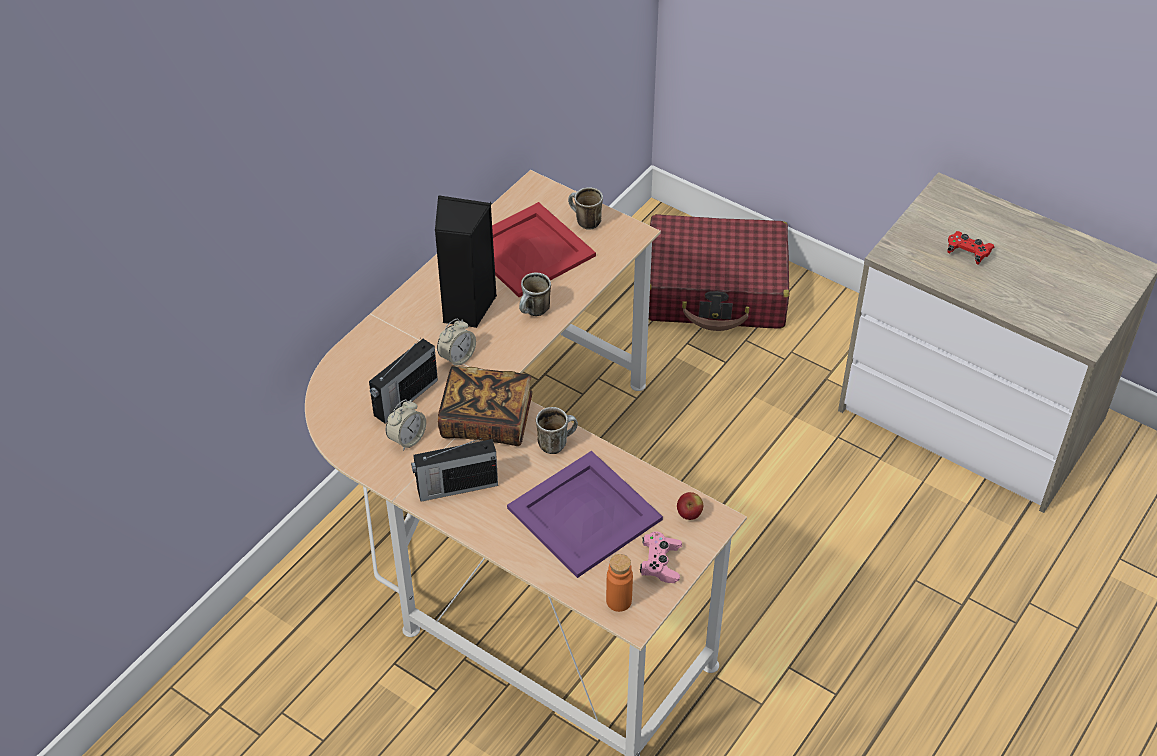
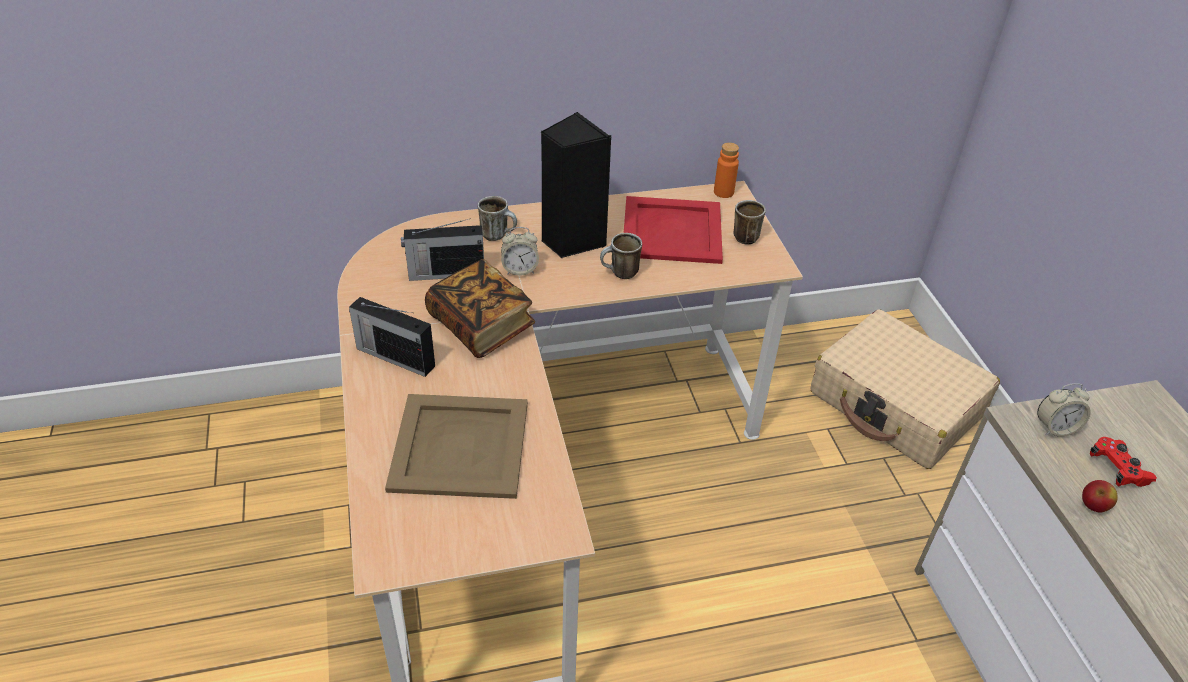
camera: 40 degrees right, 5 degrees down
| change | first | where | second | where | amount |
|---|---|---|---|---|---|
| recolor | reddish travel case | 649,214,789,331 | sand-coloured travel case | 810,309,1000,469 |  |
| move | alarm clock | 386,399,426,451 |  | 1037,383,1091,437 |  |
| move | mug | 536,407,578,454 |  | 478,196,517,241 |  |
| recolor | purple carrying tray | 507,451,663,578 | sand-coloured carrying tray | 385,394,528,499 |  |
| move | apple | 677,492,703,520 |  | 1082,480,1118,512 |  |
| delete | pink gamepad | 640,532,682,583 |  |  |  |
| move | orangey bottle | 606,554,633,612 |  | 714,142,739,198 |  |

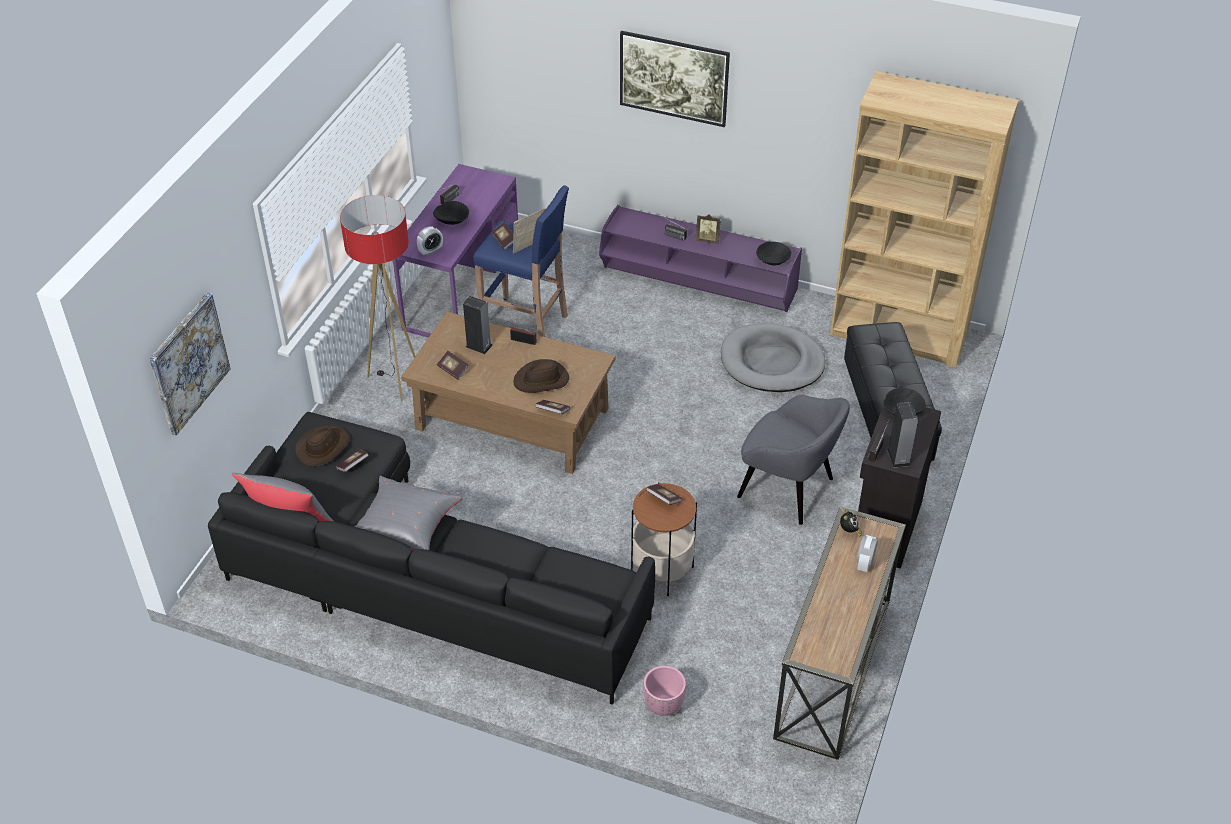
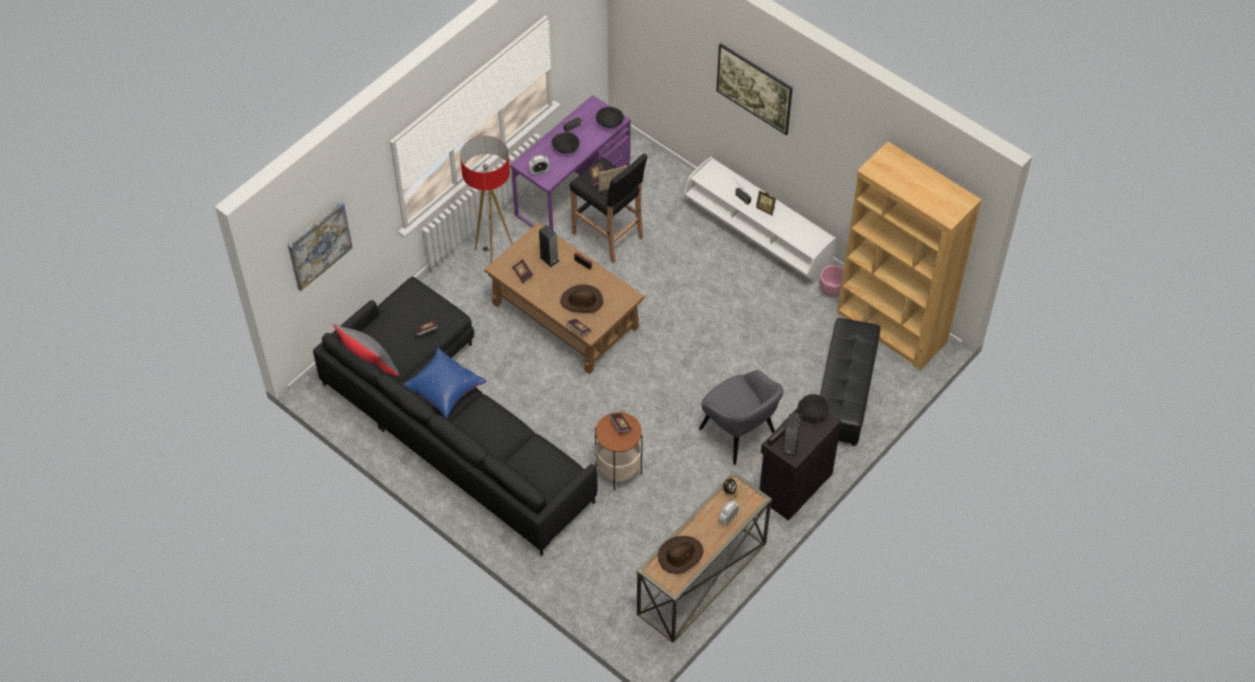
camera: 20 degrees right, 10 degrees up
| change | first | where | second | where | amount |
|---|---|---|---|---|---|
| recolor | blue stool | 473,185,569,337 | black stool | 570,153,648,263 |  |
| recolor | purple media console | 599,205,802,312 | white media console | 684,156,836,283 |  |
| move | black bowl | 756,242,792,266 |  | 596,107,624,128 |  |
| delete | grey dog cushion | 721,323,825,392 |  |  |  |
| move | brownish wearable hat | 295,426,349,467 |  | 658,536,703,574 |  |
| recolor | grey throw pillow | 355,476,462,550 | blue throw pillow | 403,348,487,418 |  |
| move | pink planter | 643,666,686,716 |  | 820,265,844,297 |  |

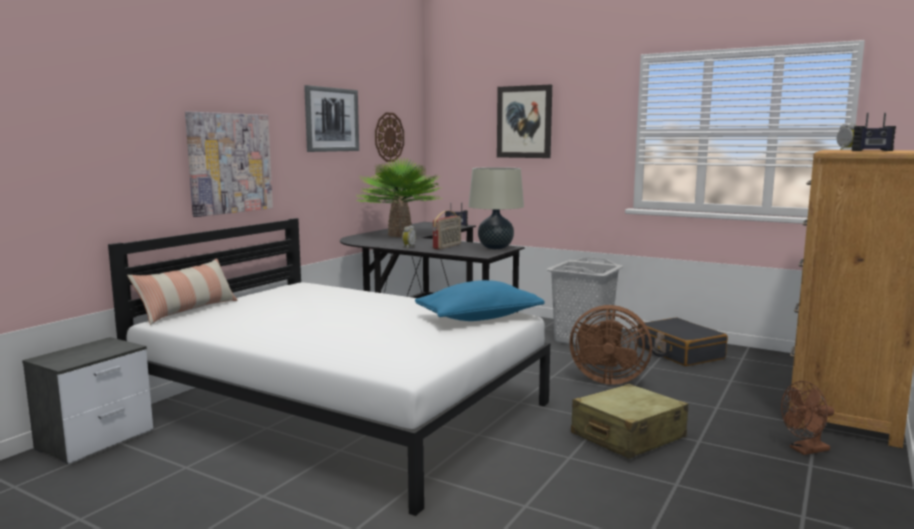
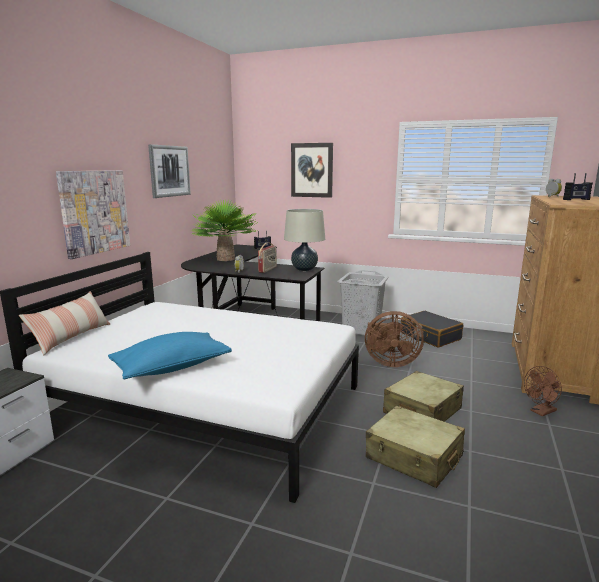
camera: 10 degrees left, 5 degrees up
| change | first | where | second | where | amount |
|---|---|---|---|---|---|
| delete | hanging clock | 375,112,404,162 |  |  |  |
| move | blue throw pillow | 415,280,545,321 |  | 108,332,232,379 |  |
| insert |  |  | sand-coloured travel case | 366,406,465,488 |  |

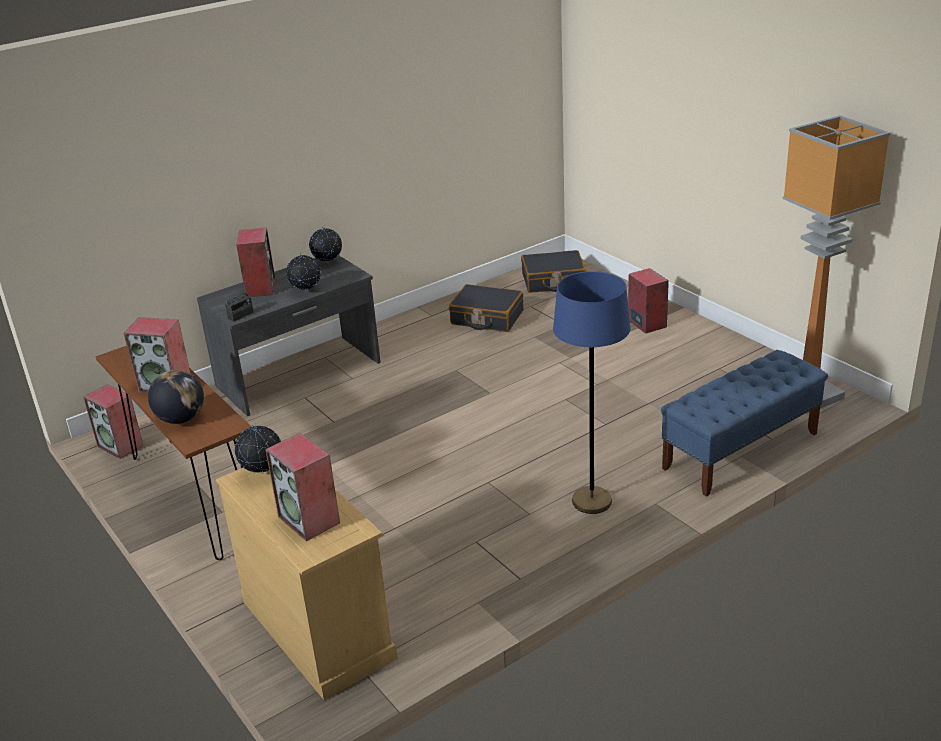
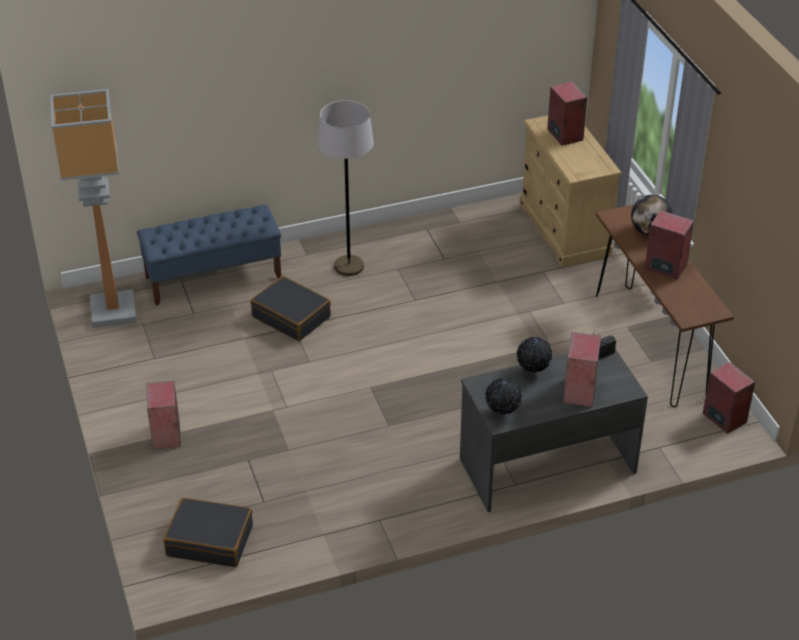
camera: 165 degrees left, 10 degrees up
| change | first | where | second | where | amount |
|---|---|---|---|---|---|
| recolor | blue standard lamp | 553,271,631,514 | grey standard lamp | 318,100,374,276 |  |
| move | black travel case | 449,284,524,332 |  | 251,276,331,341 |  |
| delete | desk globe | 235,425,281,474 |  |  |  |

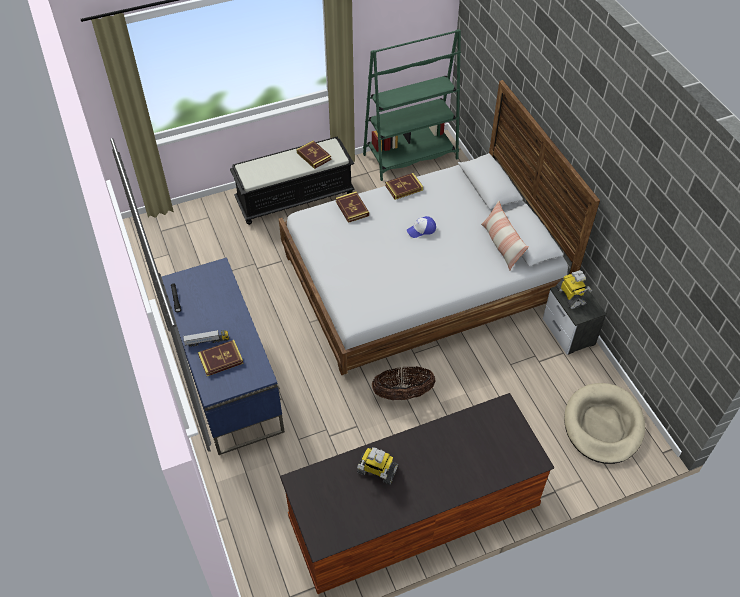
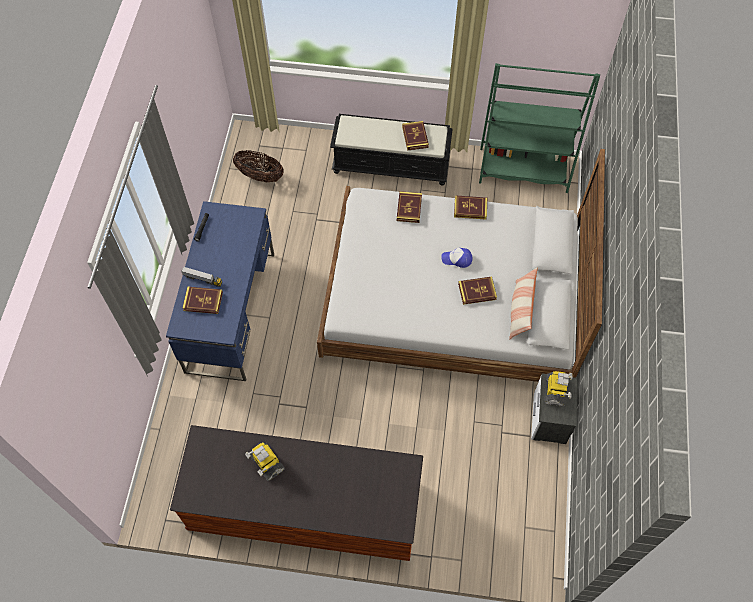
camera: 30 degrees right, 10 degrees up
| change | first | where | second | where | amount |
|---|---|---|---|---|---|
| move | household basket | 372,367,435,400 |  | 233,150,284,182 |  |
| delete | sand-coloured dog cushion | 564,383,645,464 |  |  |  |
| insert |  |  | book | 458,276,497,305 |  |

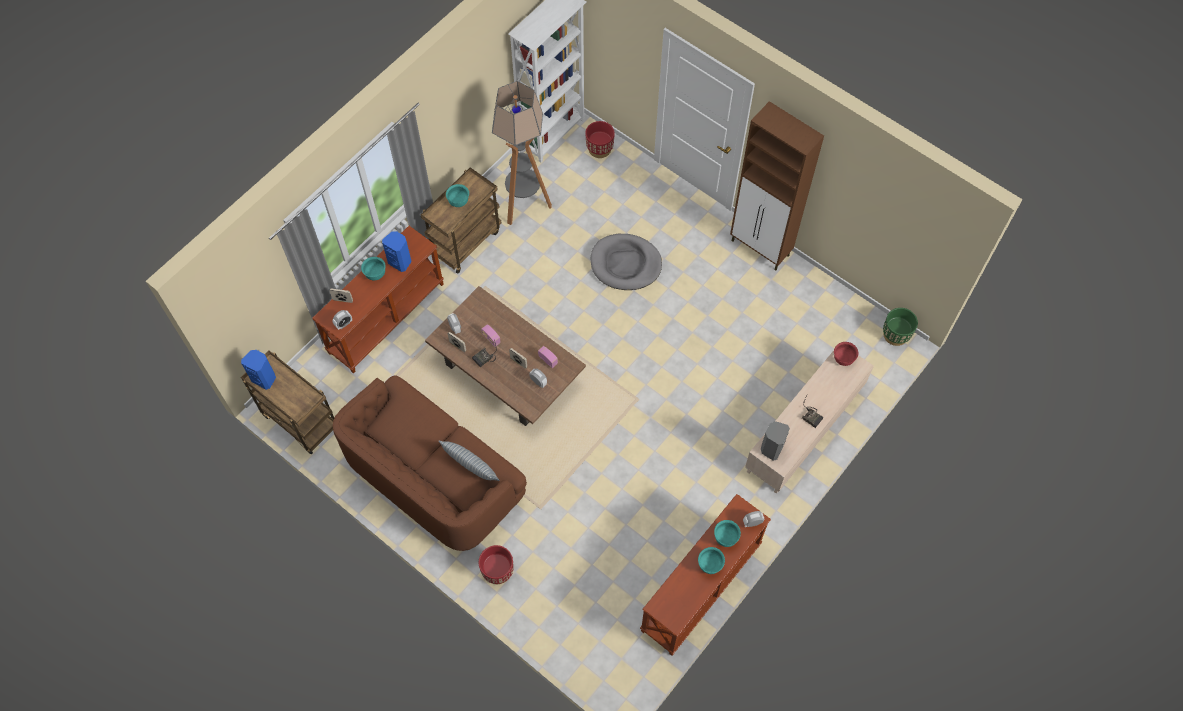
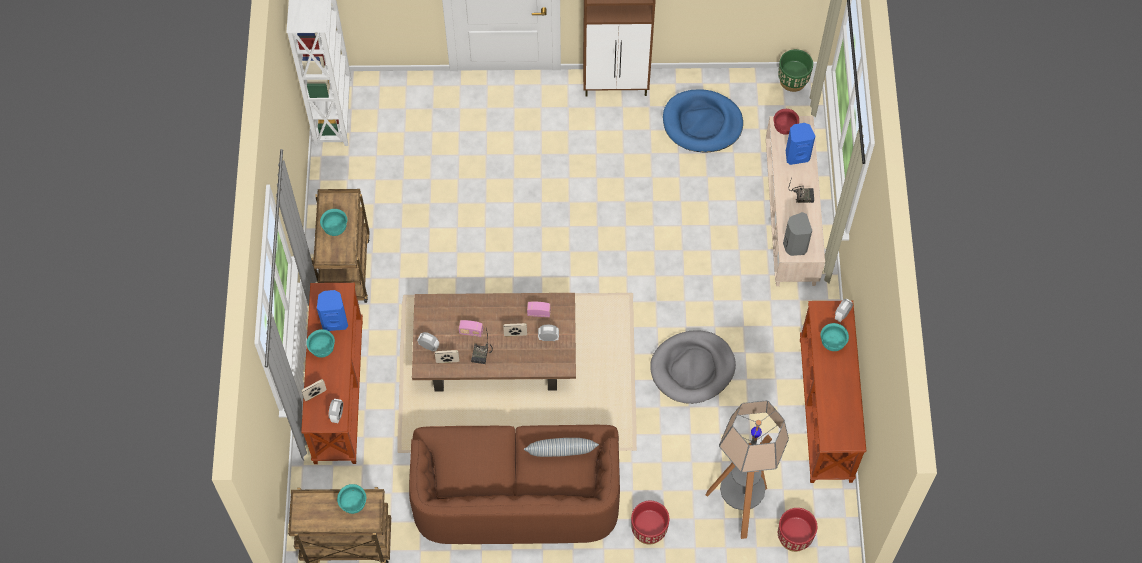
camera: 40 degrees left, 0 degrees up
| change | first | where | second | where | amount |
|---|---|---|---|---|---|
| move | standard lamp | 492,81,552,225 |  | 706,400,789,539 |  |
| move | reddish planter | 586,121,615,158 |  | 778,508,817,552 |  |
| move | grey dog cushion | 591,234,662,290 |  | 650,331,736,404 |  |
| move | blue loudspeaker | 241,350,276,390 |  | 786,123,815,165 |  |
| move | turquoise-coloured bowl | 698,547,725,574 |  | 337,484,366,514 |  |
| insert |  |  | blue dog cushion | 663,89,743,153 |  |

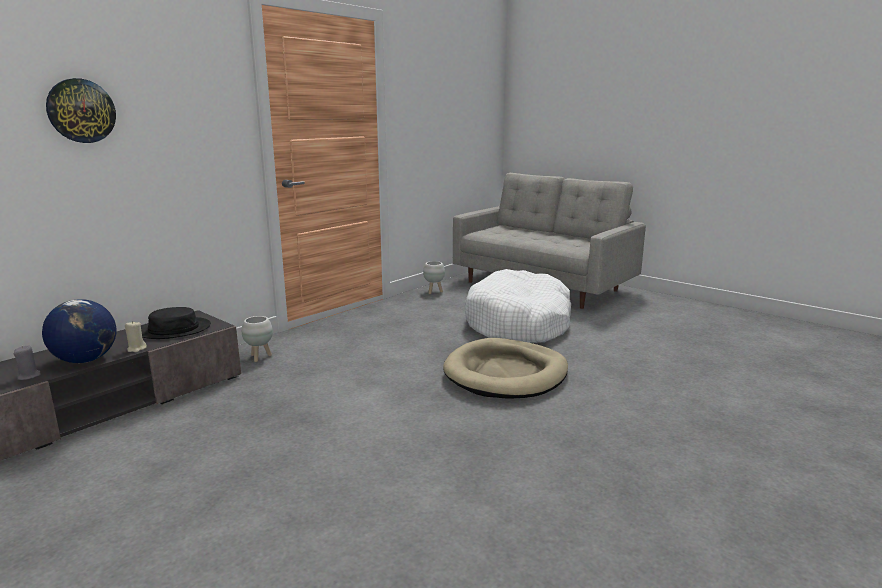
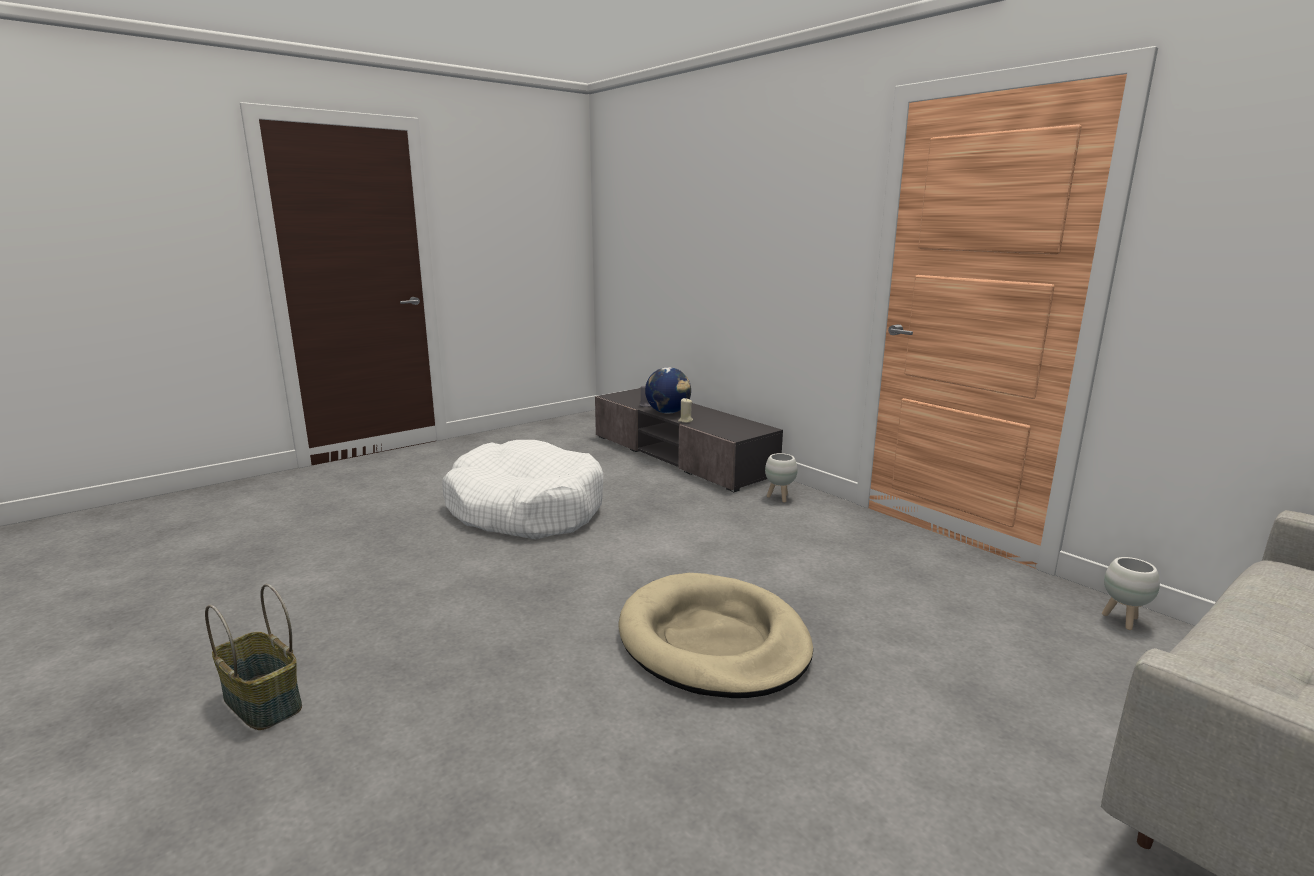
camera: 100 degrees right, 0 degrees up
| change | first | where | second | where | amount |
|---|---|---|---|---|---|
| delete | hanging clock | 46,78,116,143 |  |  |  |
| move | white dog cushion | 464,269,571,343 |  | 442,440,604,539 |  |
| delete | black wearable hat | 141,307,211,339 |  |  |  |
| insert |  |  | household basket | 205,584,302,730 |  |

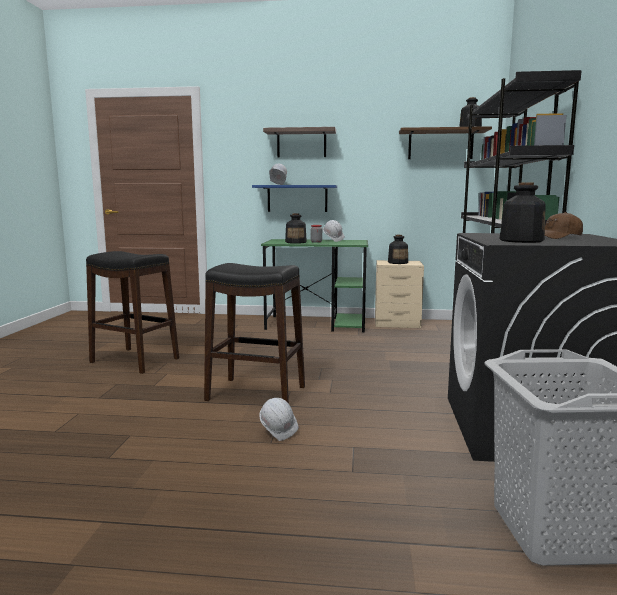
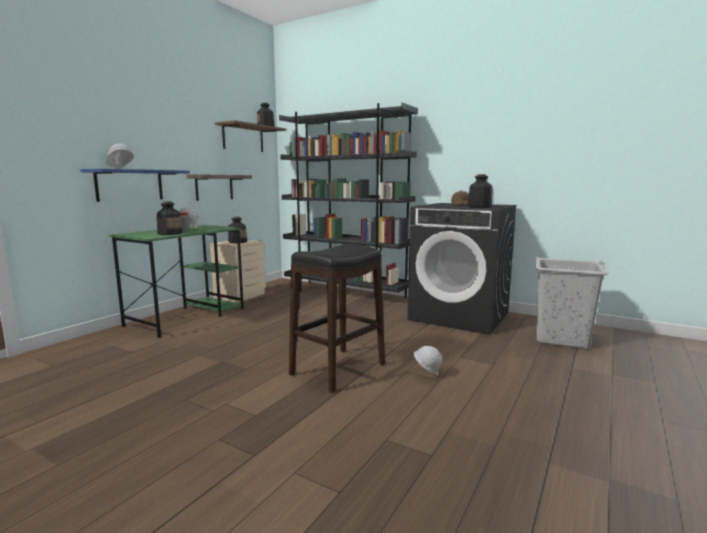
camera: 65 degrees left, 0 degrees up
| change | first | where | second | where | amount |
|---|---|---|---|---|---|
| move | shelf | 263,127,336,158 |  | 187,174,252,201 |  |
| delete | black stool | 86,251,179,374 |  |  |  |

